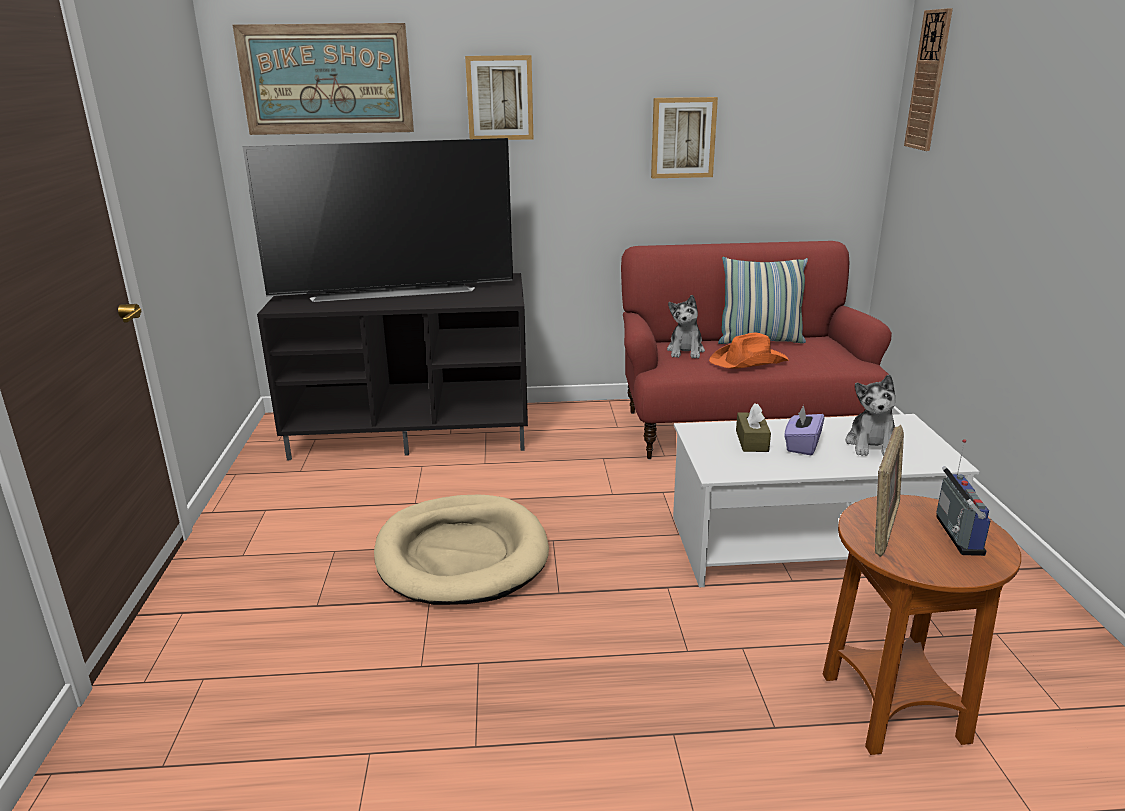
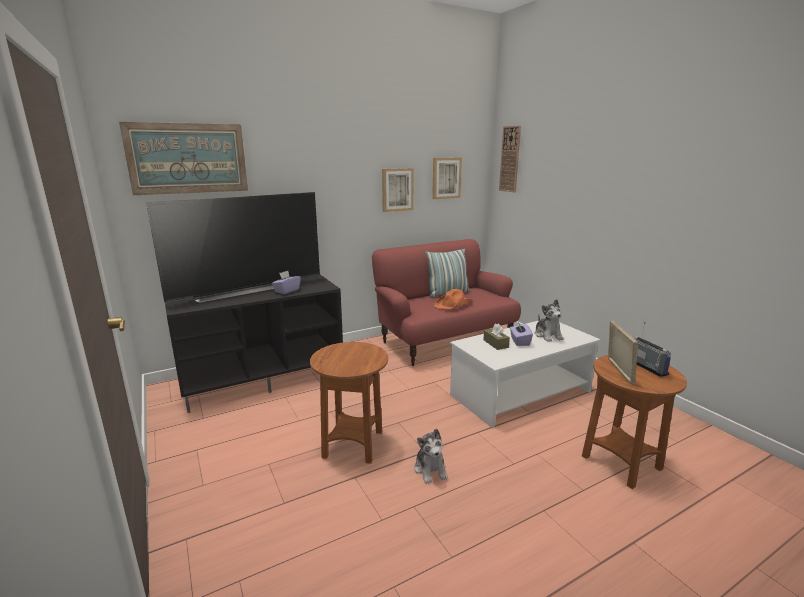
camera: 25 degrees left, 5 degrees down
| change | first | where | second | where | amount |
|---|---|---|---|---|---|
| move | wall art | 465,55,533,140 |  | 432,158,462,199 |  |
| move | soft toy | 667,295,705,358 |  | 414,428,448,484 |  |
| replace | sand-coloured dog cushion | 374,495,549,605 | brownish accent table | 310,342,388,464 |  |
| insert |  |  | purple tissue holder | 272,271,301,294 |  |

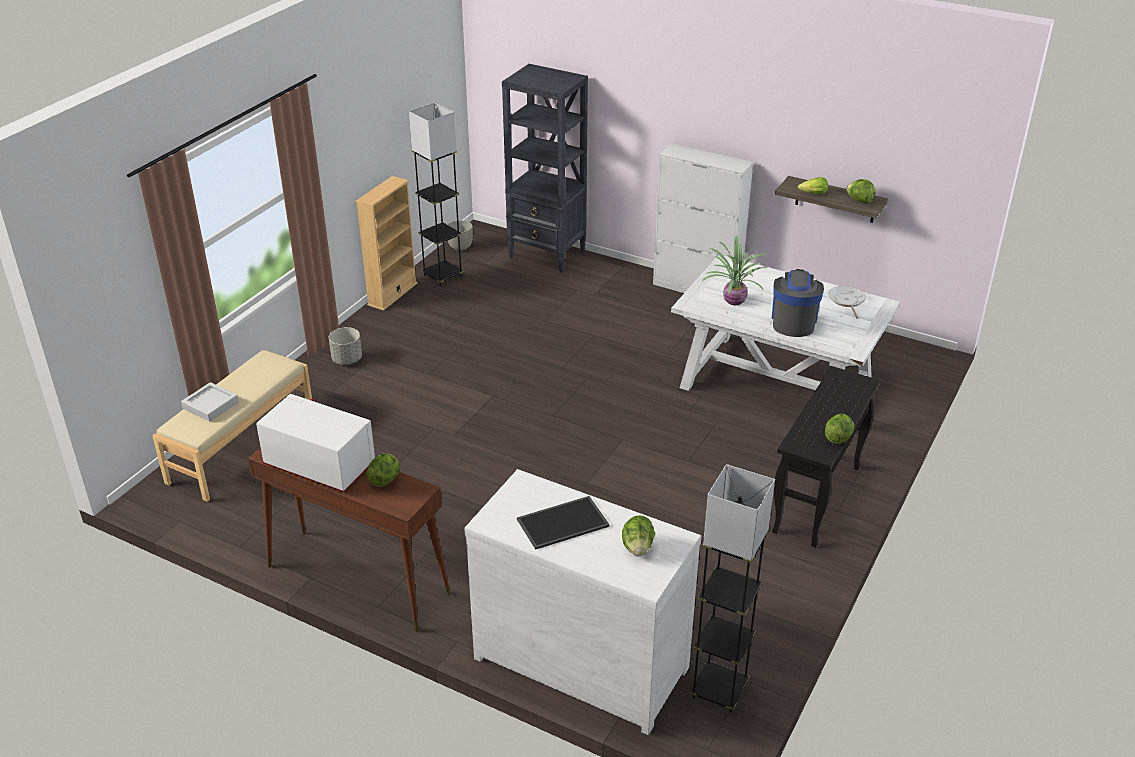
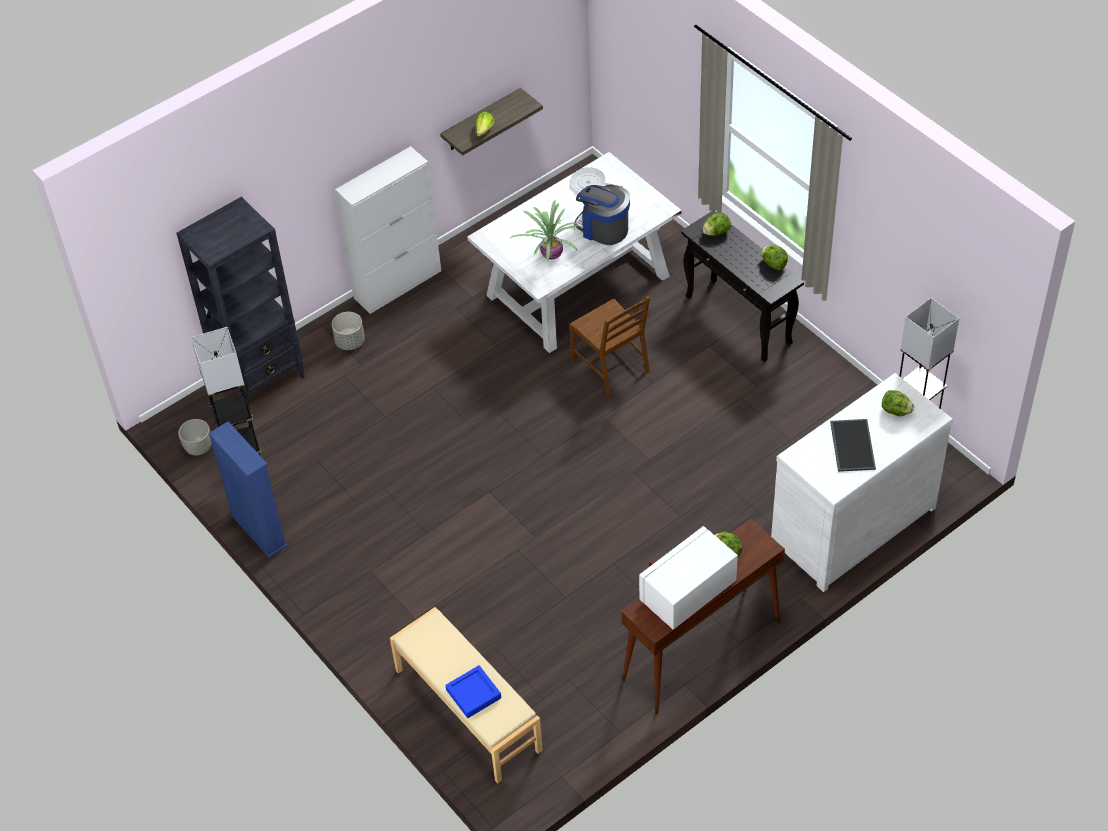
camera: 65 degrees left, 15 degrees up
| change | first | where | second | where | amount |
|---|---|---|---|---|---|
| recolor | sand-coloured shelving unit | 356,176,418,311 | blue shelving unit | 208,422,288,557 |  |
| move | lettuce head | 846,179,876,203 |  | 703,213,731,236 |  |
| move | grey planter | 329,327,362,365 |  | 332,312,365,350 |  |
| recolor | grey carrying tray | 181,382,239,422 | blue carrying tray | 445,665,501,718 |  |
| insert |  |  | brownish upright chair | 569,296,650,396 |  |

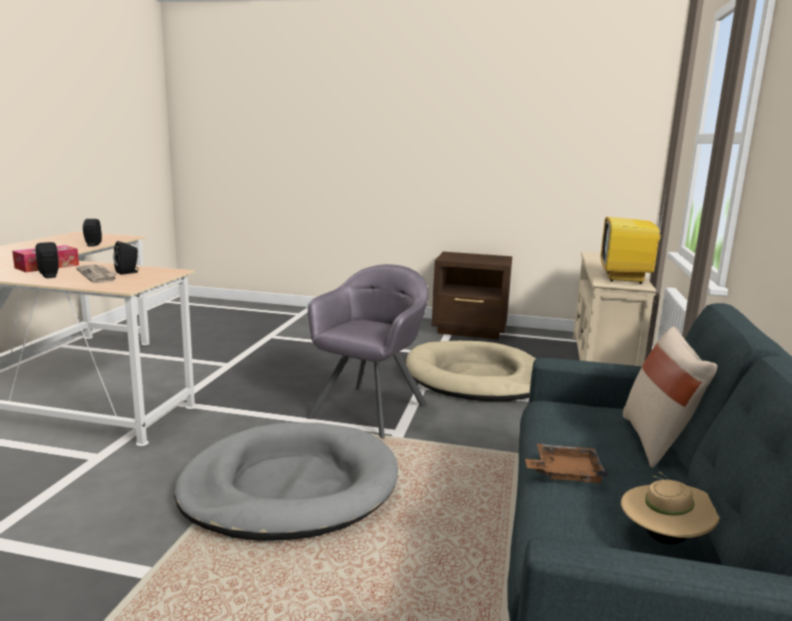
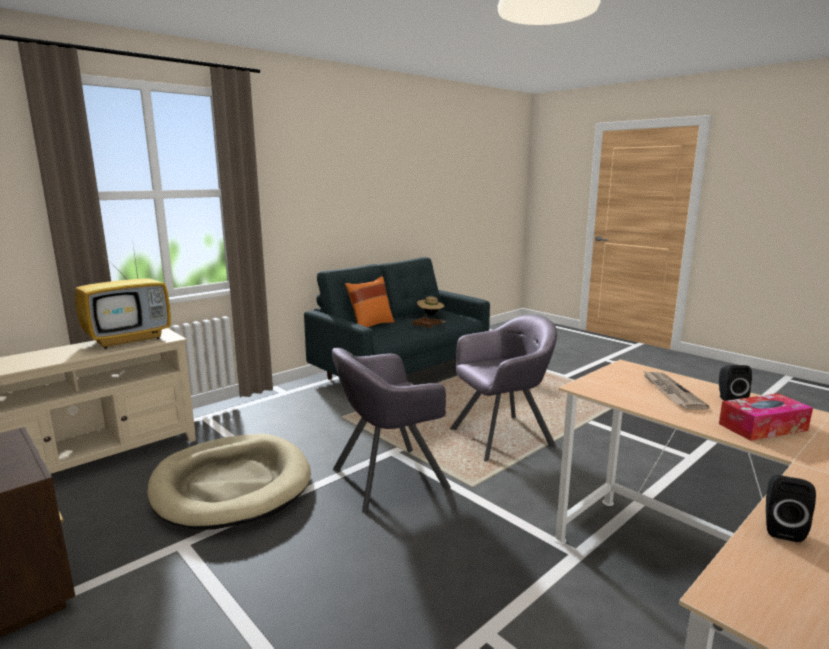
camera: 145 degrees left, 0 degrees up
| change | first | where | second | where | amount |
|---|---|---|---|---|---|
| delete | black loudspeaker | 113,241,139,275 |  |  |  |
| recolor | sand-coloured throw pillow | 623,326,717,468 | orangey throw pillow | 345,276,394,327 |  |
| replace | grey dog cushion | 174,422,398,541 | grey armchair | 450,314,557,461 |  |

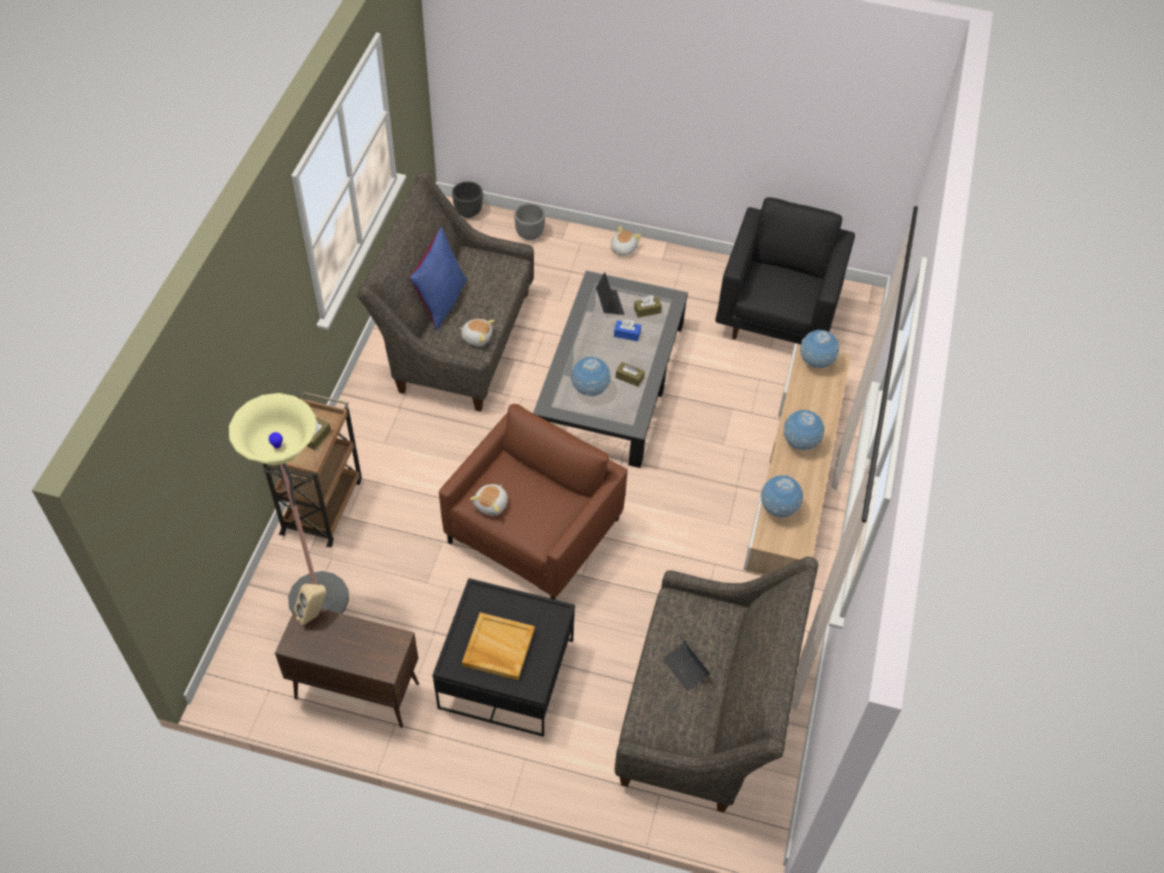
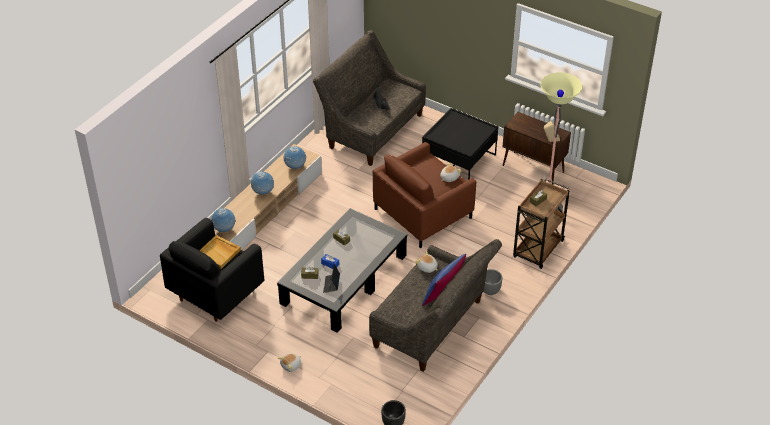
camera: 160 degrees left, 10 degrees down
| change | first | where | second | where | amount |
|---|---|---|---|---|---|
| move | grey planter | 514,203,545,240 |  | 484,269,503,295 |  |
| delete | desk globe | 571,357,611,396 |  |  |  |
| move | sand-coloured carrying tray | 462,612,535,680 |  | 199,235,241,269 |  |

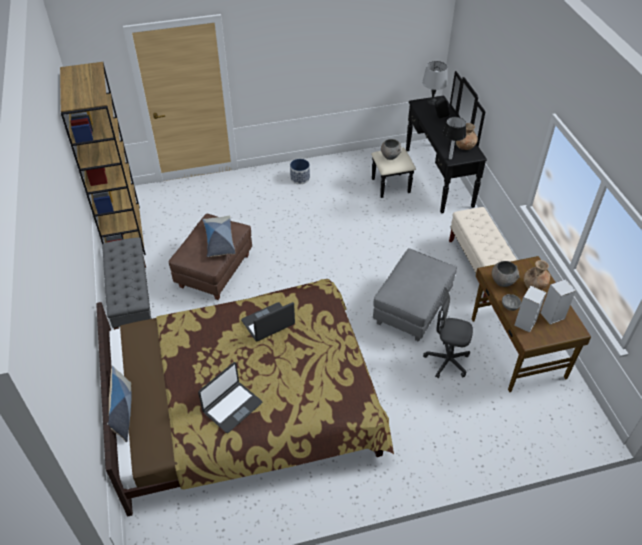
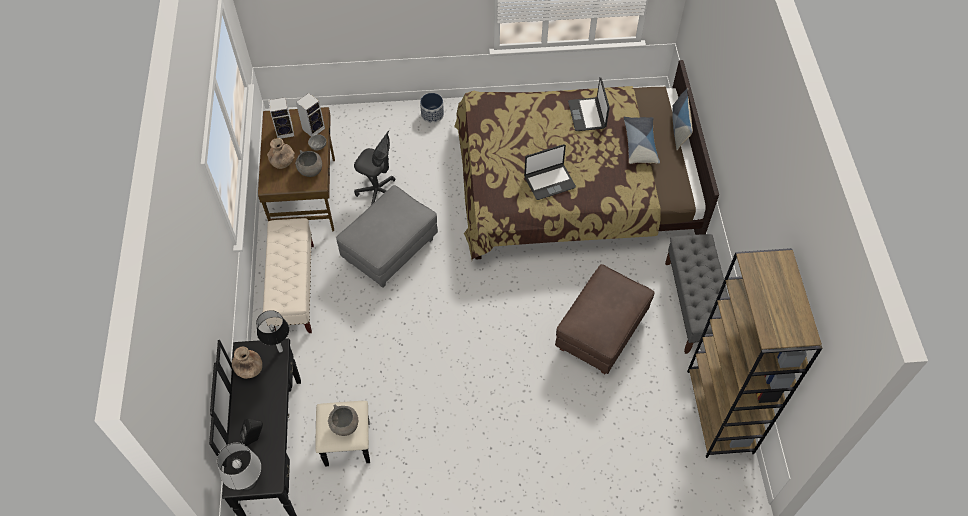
camera: 170 degrees left, 10 degrees up
| change | first | where | second | where | amount |
|---|---|---|---|---|---|
| move | planter | 290,159,310,184 |  | 420,93,444,123 |  |
| move | throw pillow | 203,215,236,257 |  | 624,117,660,164 |  |
| rotate | portable computer | 198,362,262,433 |  | 568,77,610,131 | 60 degrees counterclockwise |

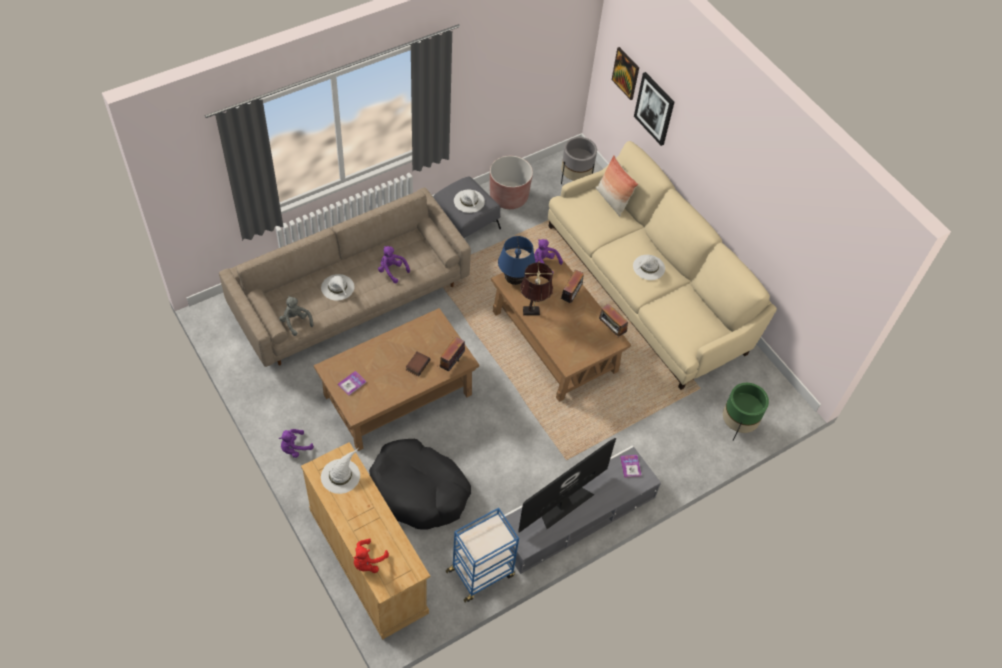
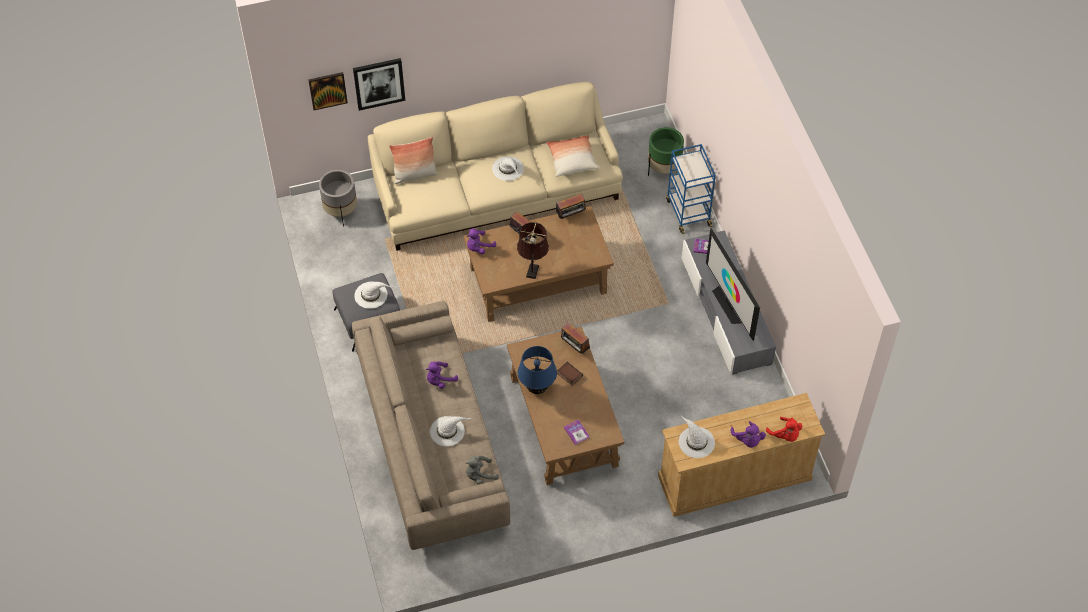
camera: 70 degrees left, 0 degrees up
| change | first | where | second | where | amount |
|---|---|---|---|---|---|
| delete | brownish planter | 490,156,533,209 |  |  |  |
| move | blue tabletop lamp | 498,236,536,285 |  | 518,346,557,394 |  |
| move | purple soft toy | 279,429,314,458 |  | 731,421,766,448 |  |
| delete | black dog cushion | 369,439,471,530 |  |  |  |
| move | blue wheeled cart | 446,508,519,602 |  | 666,144,716,234 |  |
| insert |  |  | throw pillow | 546,135,599,177 |  |

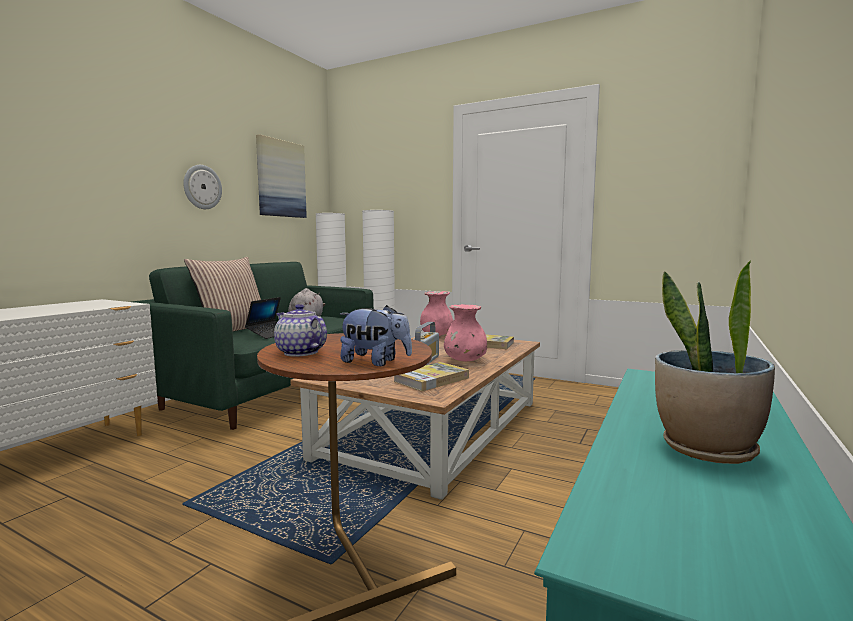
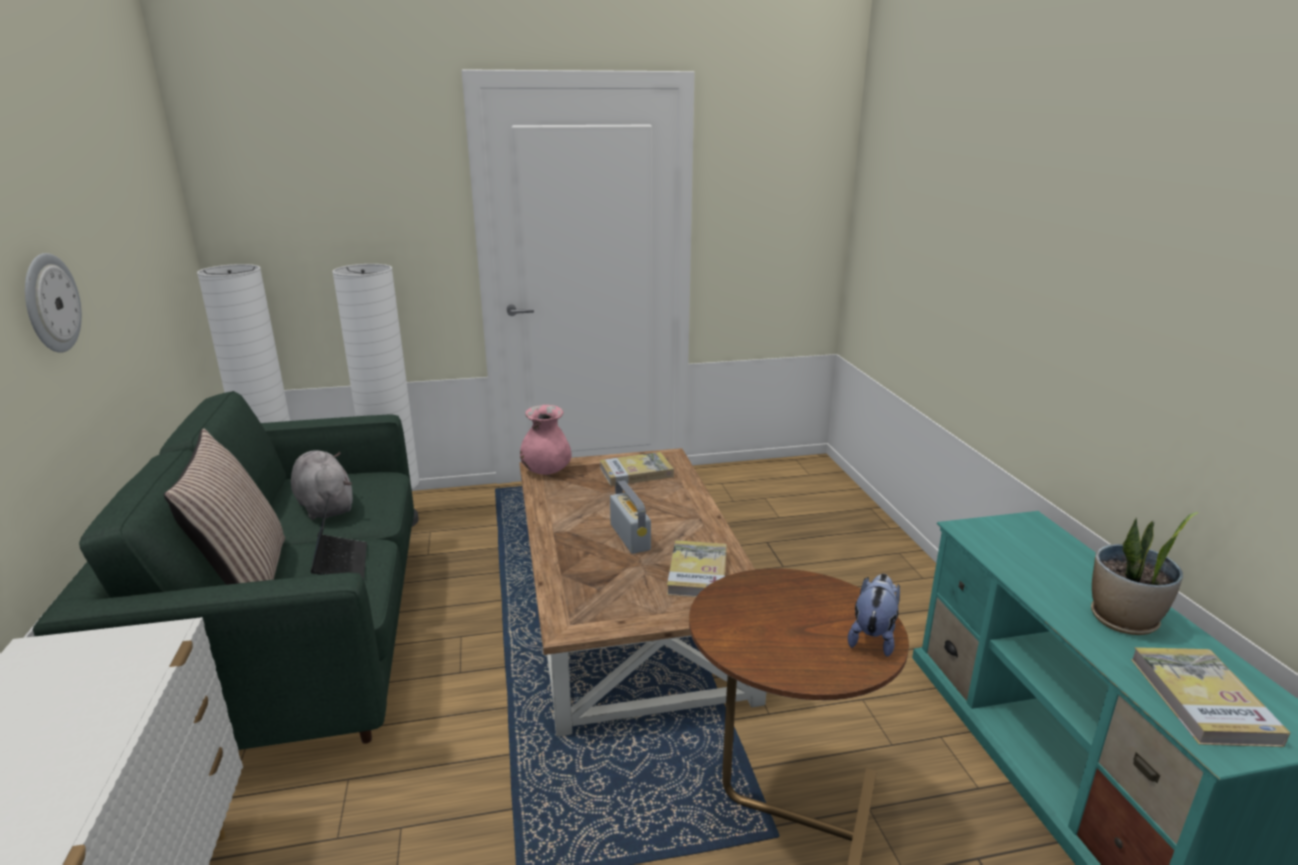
camera: 40 degrees left, 15 degrees up
| change | first | where | second | where | amount |
|---|---|---|---|---|---|
| delete | wall art | 256,134,307,218 |  |  |  |
| delete | pot for tea | 274,304,327,357 |  |  |  |
| delete | pink decorative vase | 444,304,487,361 |  |  |  |
| rotate | soft toy | 340,305,412,366 |  | 848,574,900,657 | 45 degrees counterclockwise |
| insert |  |  | book | 1131,647,1290,747 |  |

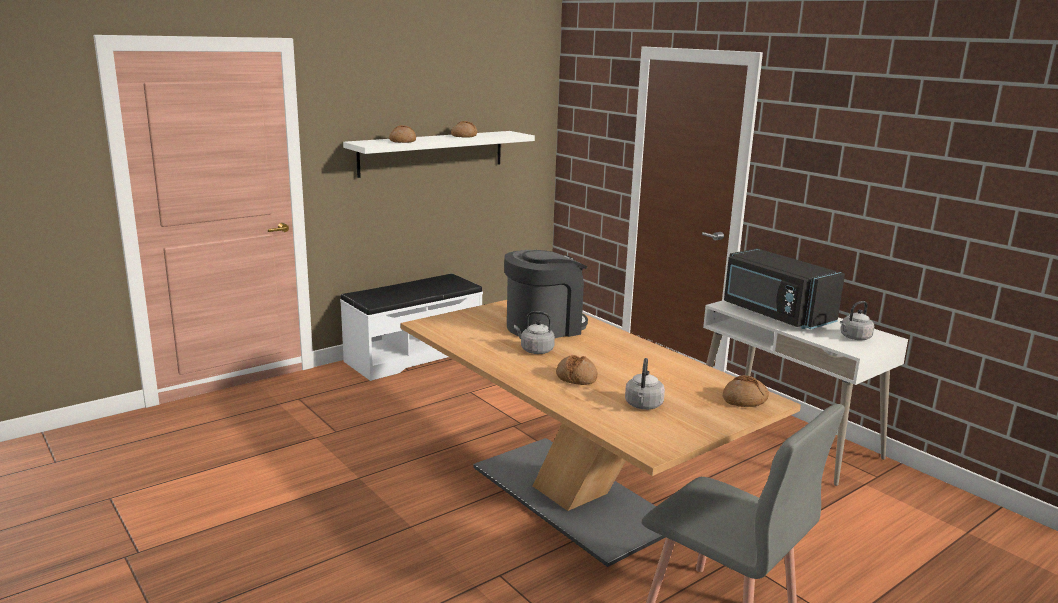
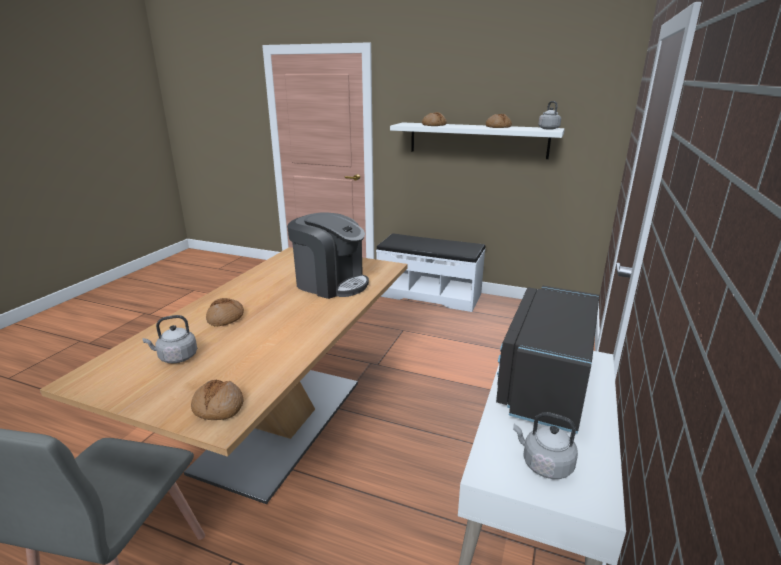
camera: 60 degrees right, 5 degrees up
| change | first | where | second | where | amount |
|---|---|---|---|---|---|
| move | grey water kettle | 514,311,555,354 |  | 538,101,561,130 |  |

